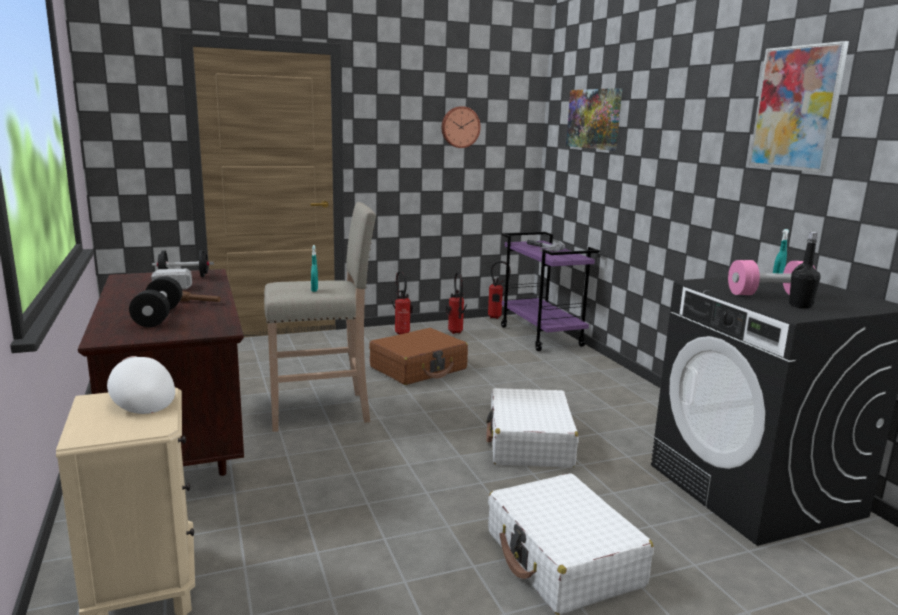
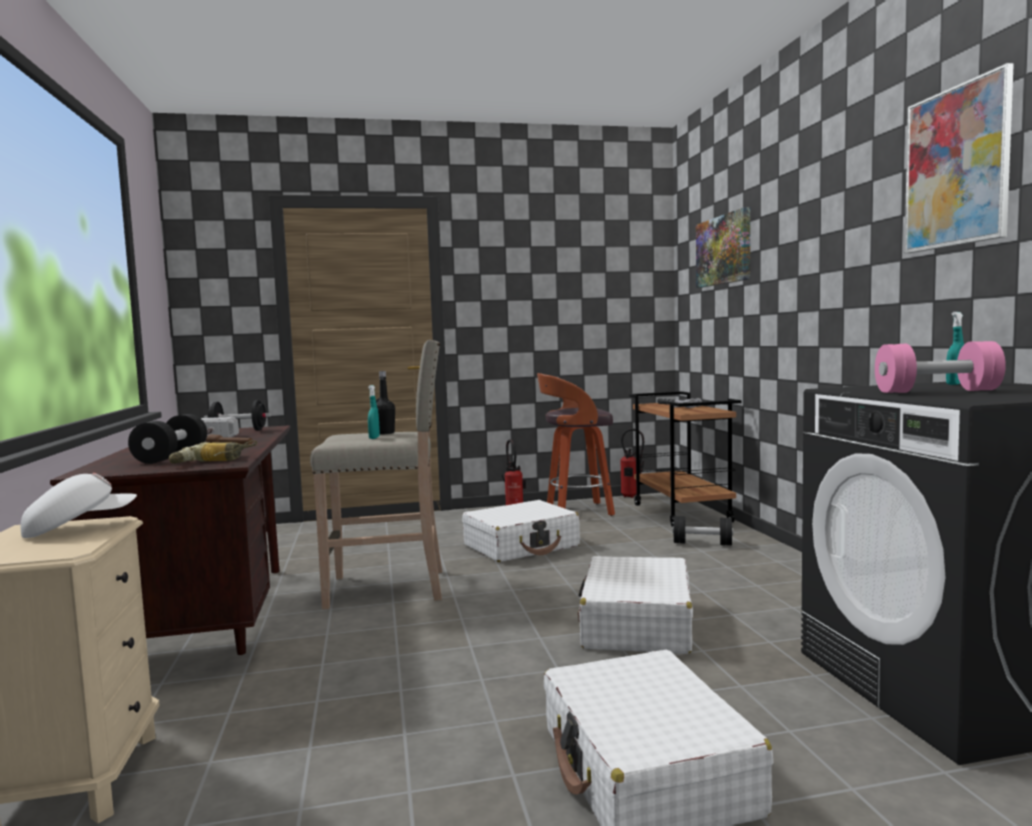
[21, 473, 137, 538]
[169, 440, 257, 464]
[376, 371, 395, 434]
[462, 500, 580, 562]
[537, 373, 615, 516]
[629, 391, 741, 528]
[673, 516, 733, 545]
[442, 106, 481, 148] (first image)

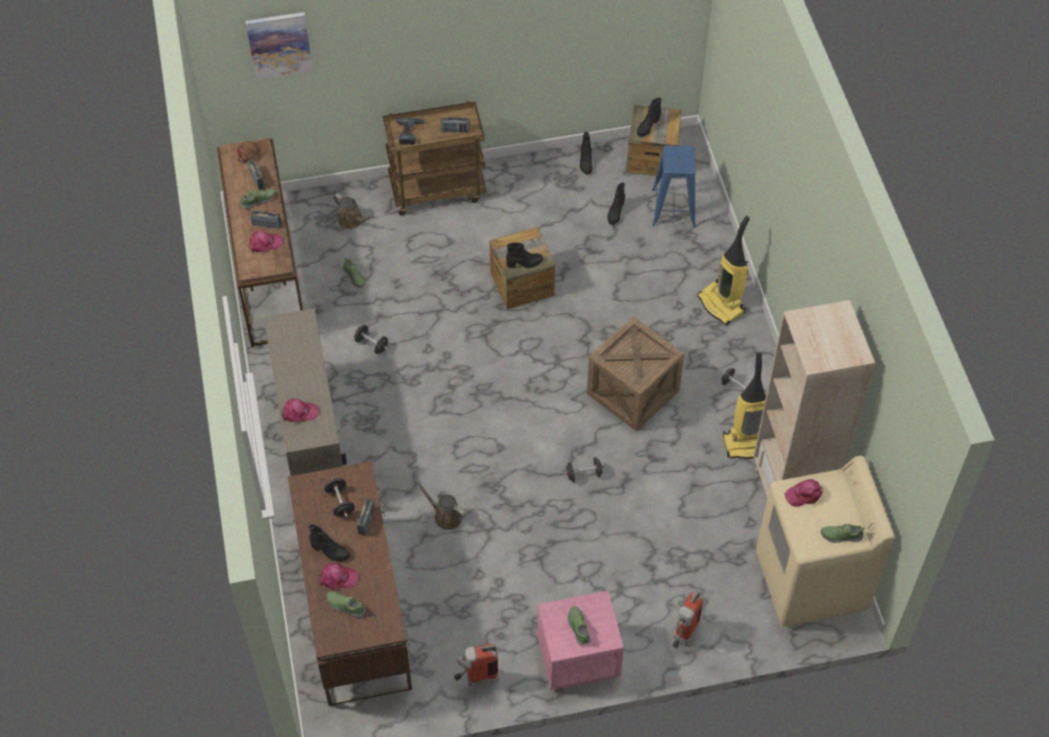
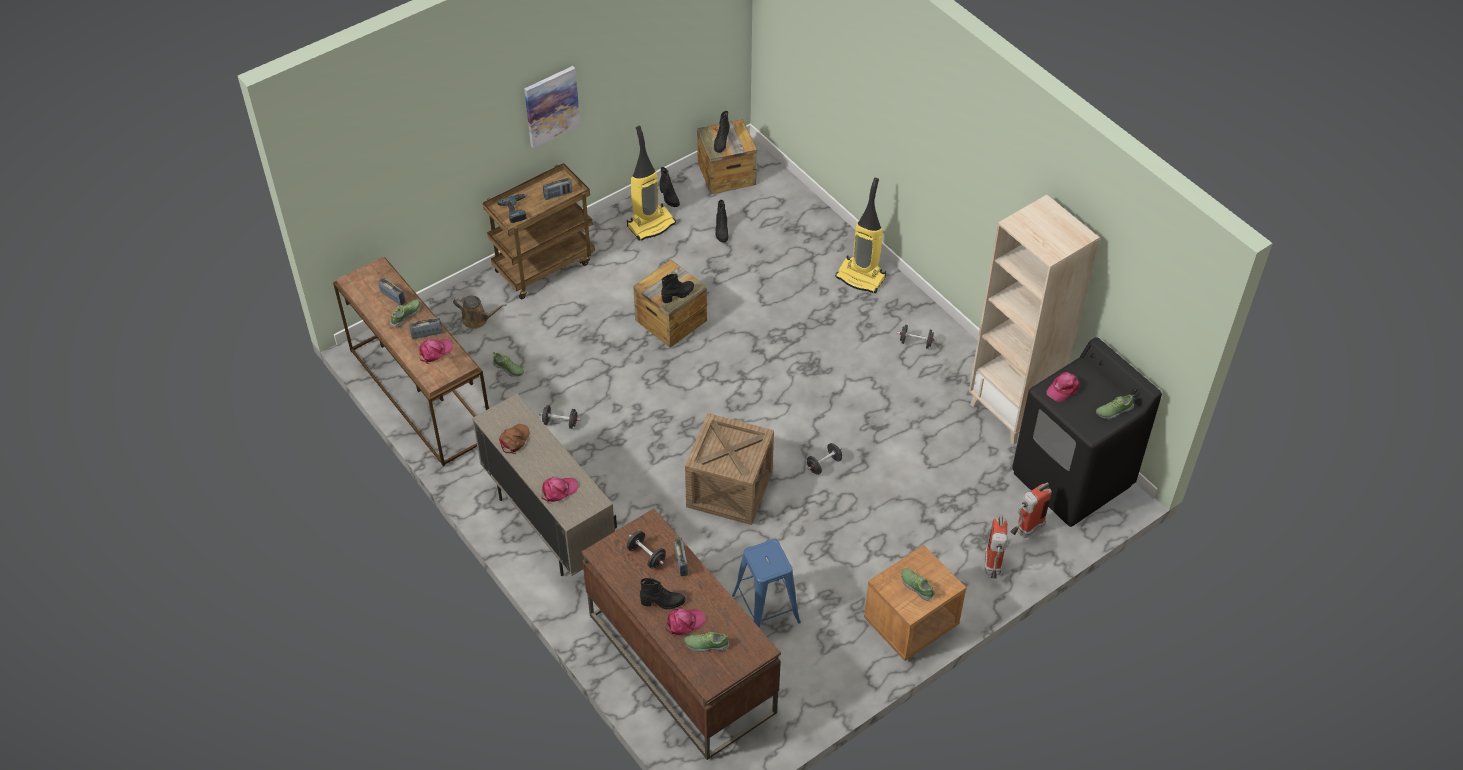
[499, 424, 530, 454]
[524, 66, 580, 148]
[627, 126, 676, 241]
[685, 413, 774, 525]
[732, 539, 801, 628]
[864, 545, 966, 661]
[1010, 483, 1052, 538]
[1012, 337, 1162, 527]
[414, 479, 466, 530] (first image)

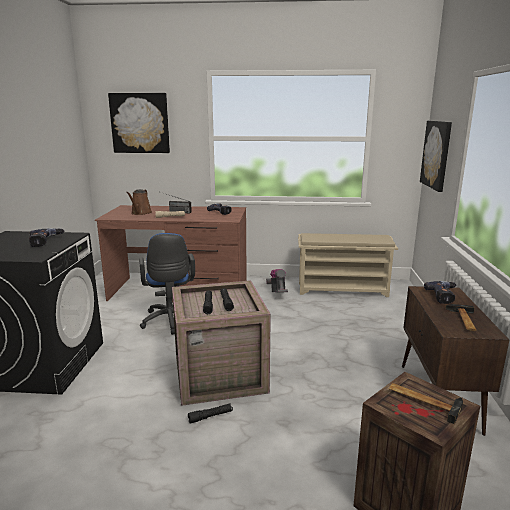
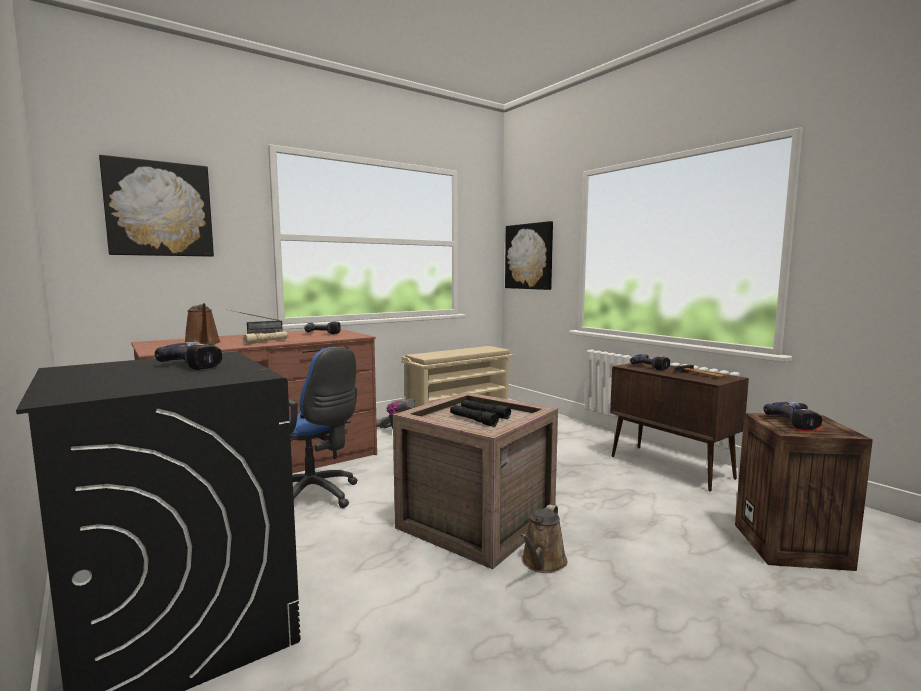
[521, 504, 567, 573]
[763, 402, 822, 430]

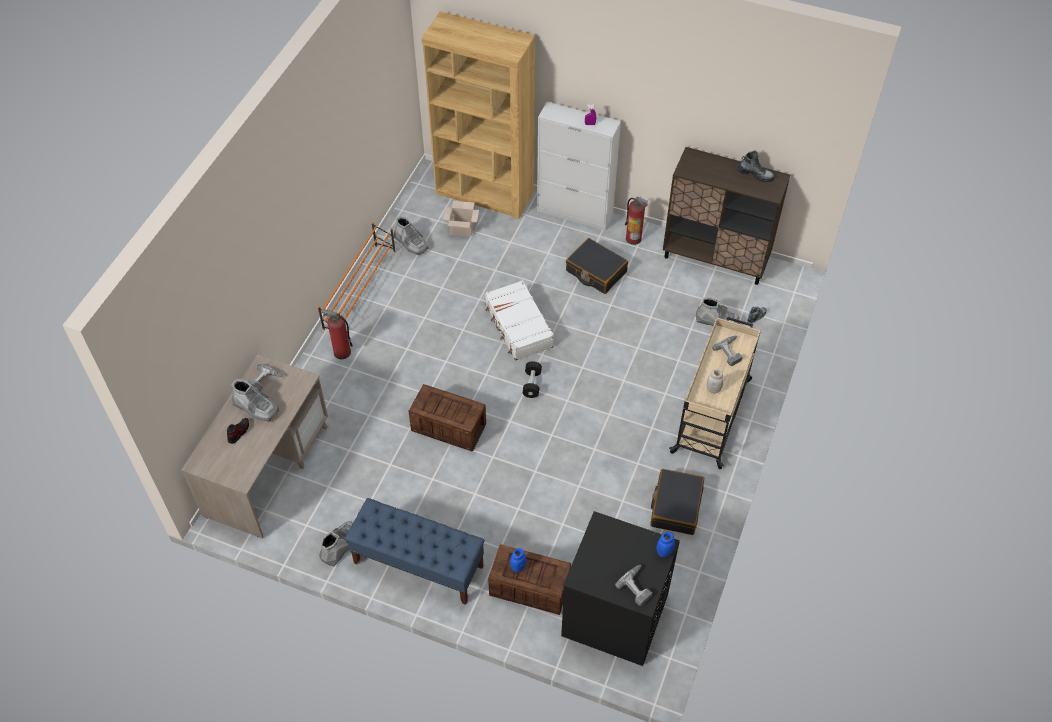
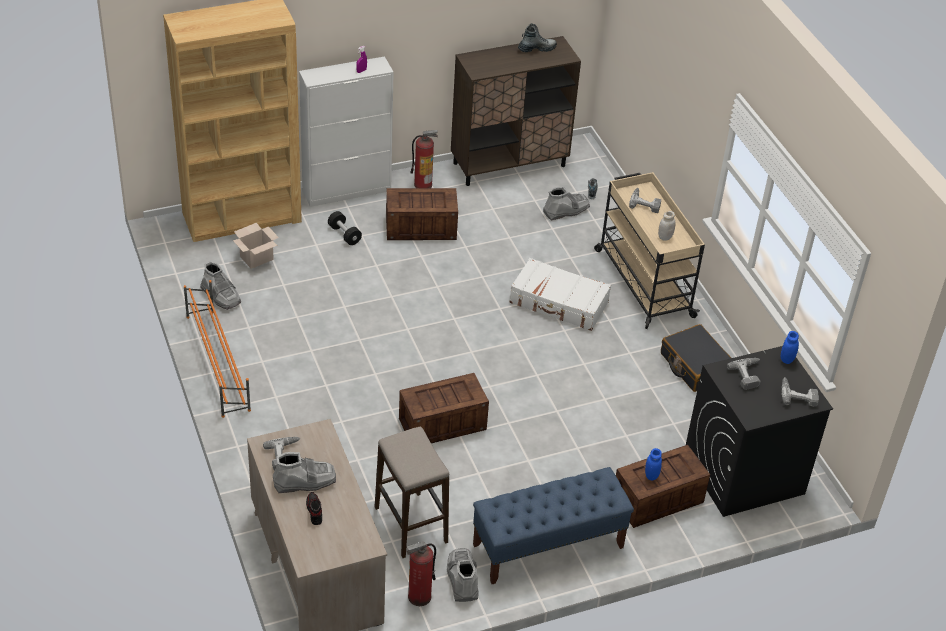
[200, 261, 241, 310]
[328, 211, 362, 245]
[374, 427, 449, 558]
[386, 188, 458, 240]
[407, 541, 436, 606]
[510, 258, 611, 331]
[727, 358, 760, 390]

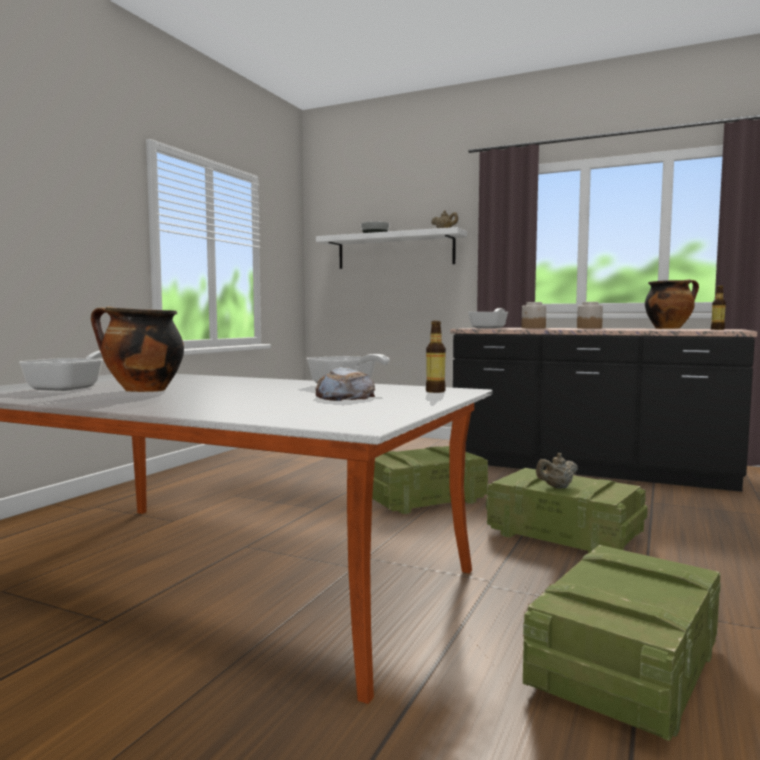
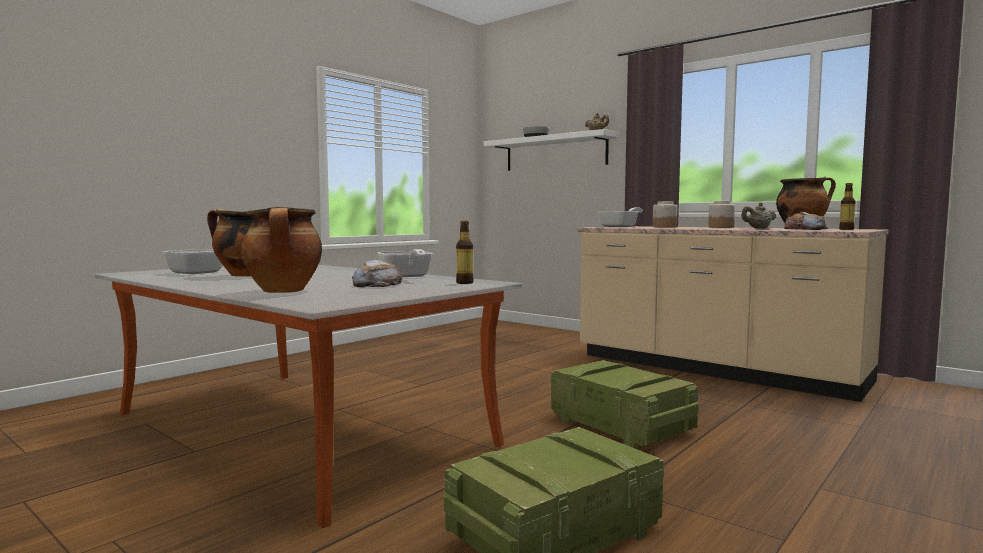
[242, 207, 322, 293]
[578, 226, 889, 402]
[741, 203, 776, 229]
[784, 211, 828, 230]
[372, 446, 488, 514] (first image)

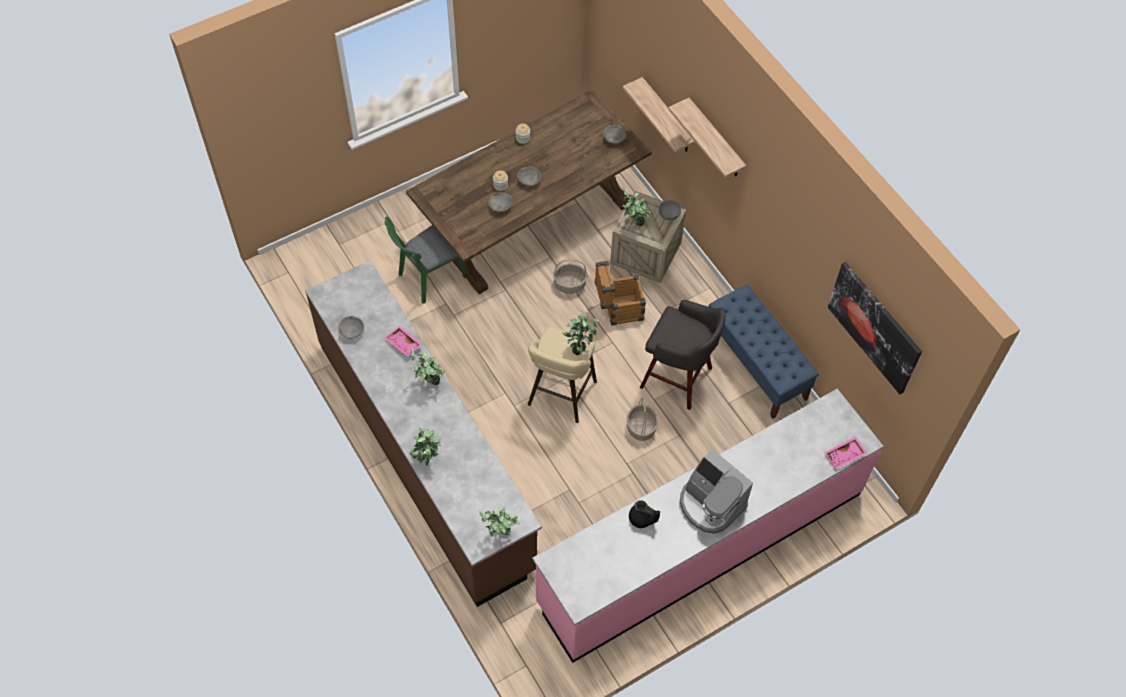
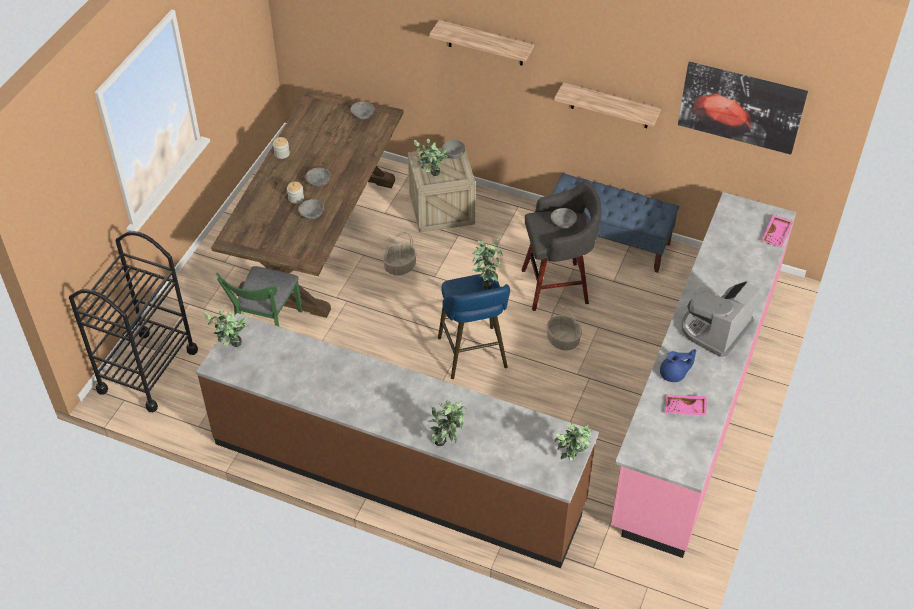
[69, 231, 198, 412]
[204, 308, 248, 347]
[438, 273, 510, 379]
[551, 208, 577, 228]
[554, 83, 661, 128]
[660, 349, 696, 382]
[665, 395, 707, 415]
[682, 281, 759, 357]
[595, 261, 646, 326] (first image)

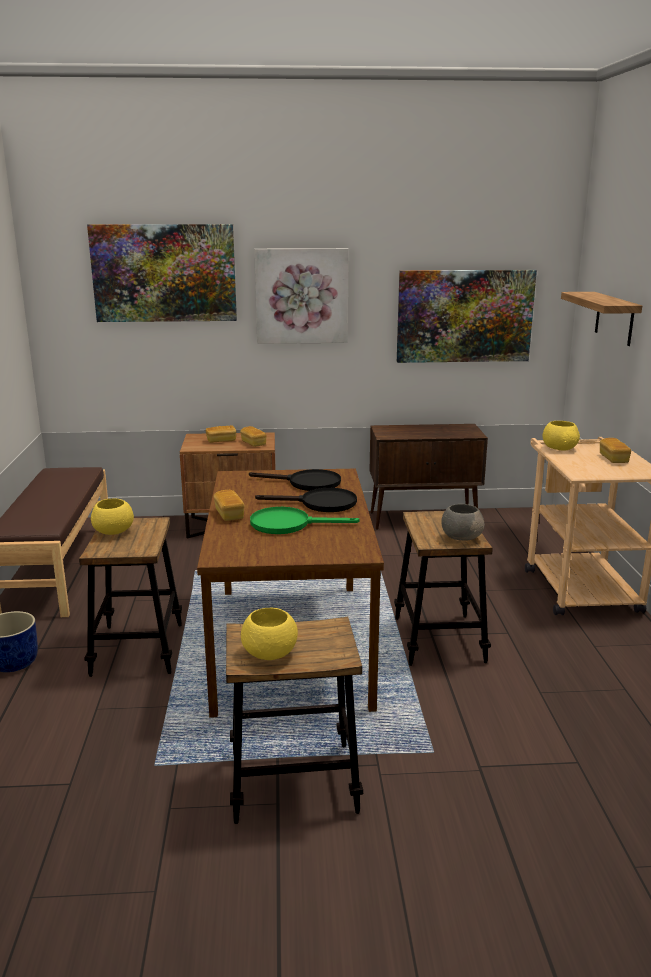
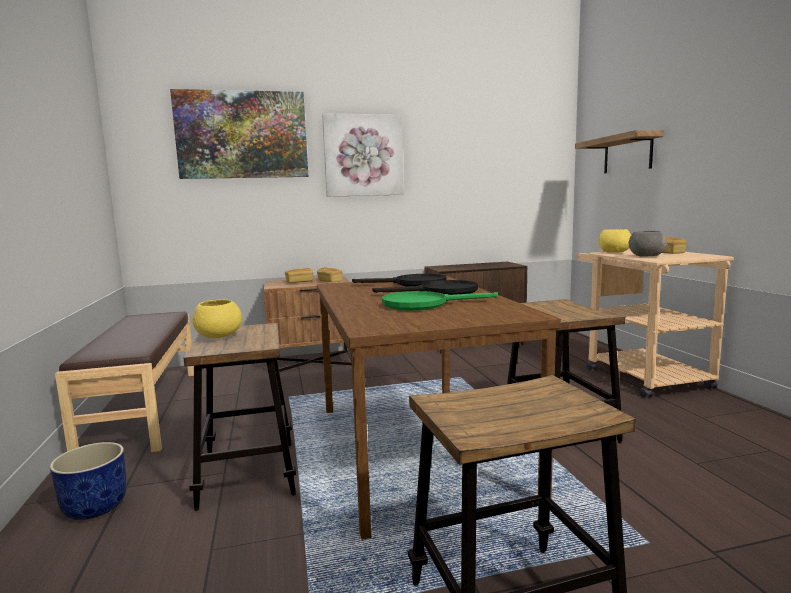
[629, 231, 667, 257]
[214, 490, 245, 521] (first image)
[241, 608, 298, 660] (first image)
[397, 270, 537, 363] (first image)

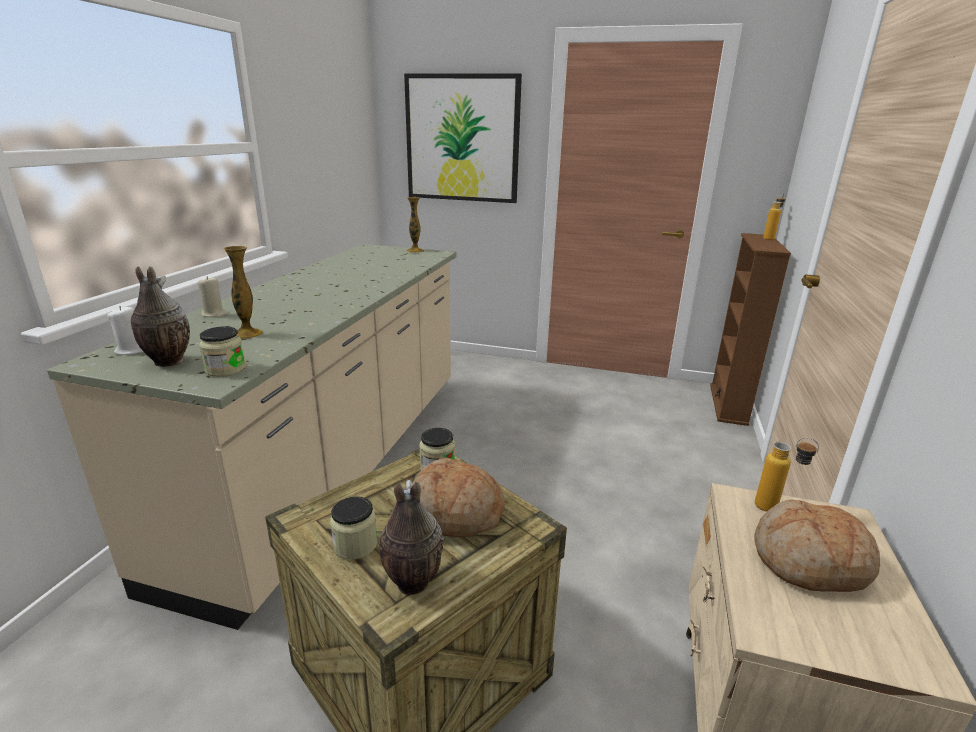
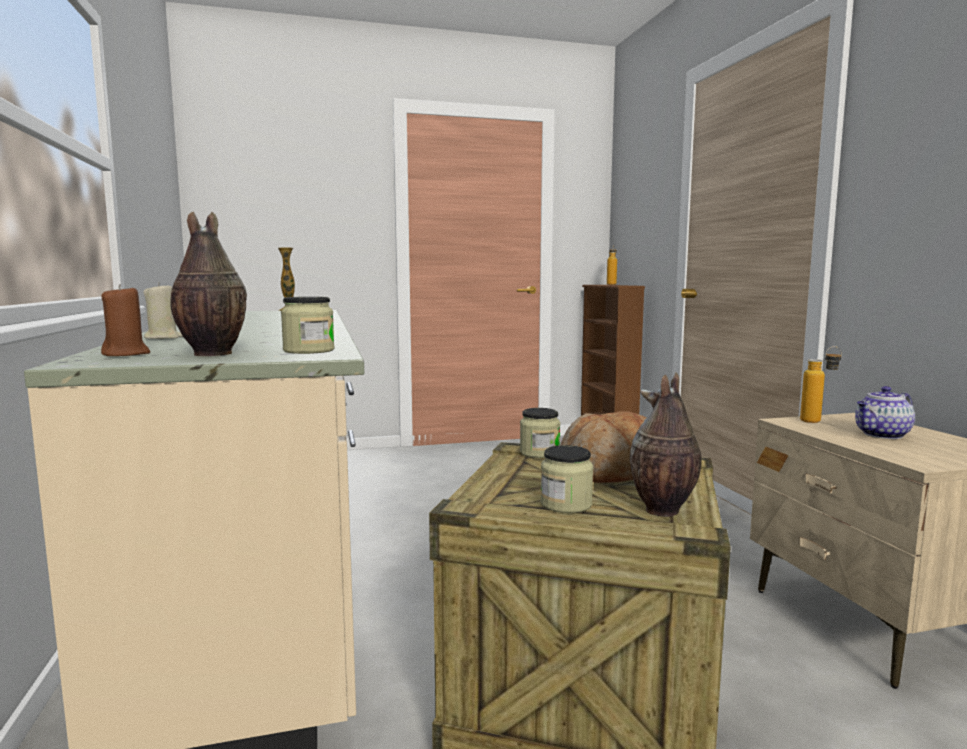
[101, 284, 150, 356]
[855, 386, 915, 439]
[224, 246, 263, 339] (first image)
[404, 73, 522, 203] (first image)

